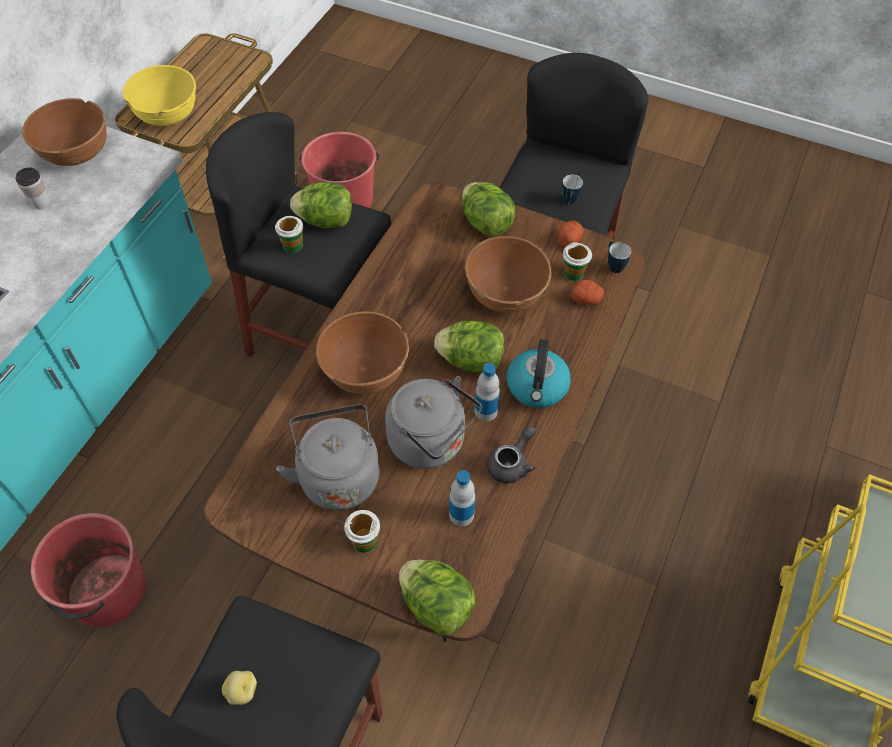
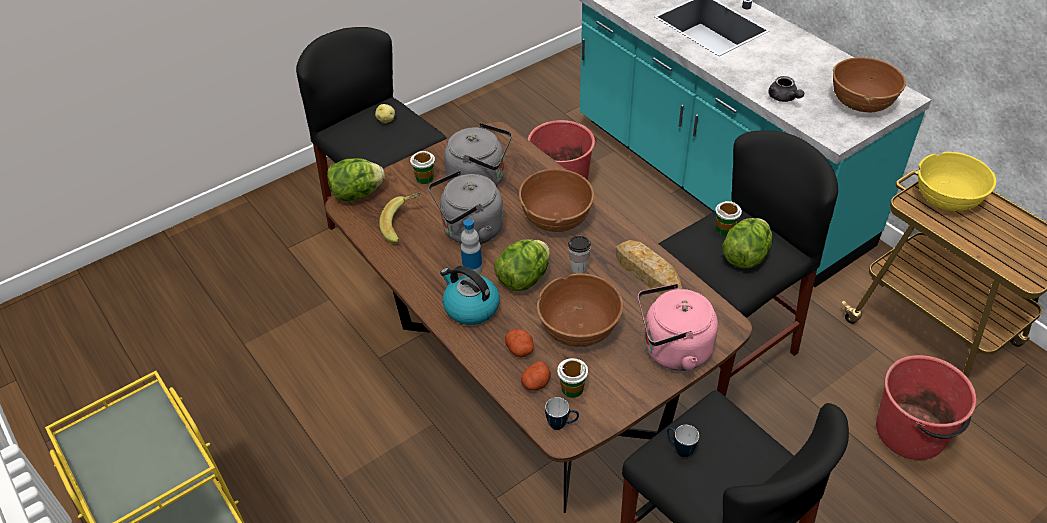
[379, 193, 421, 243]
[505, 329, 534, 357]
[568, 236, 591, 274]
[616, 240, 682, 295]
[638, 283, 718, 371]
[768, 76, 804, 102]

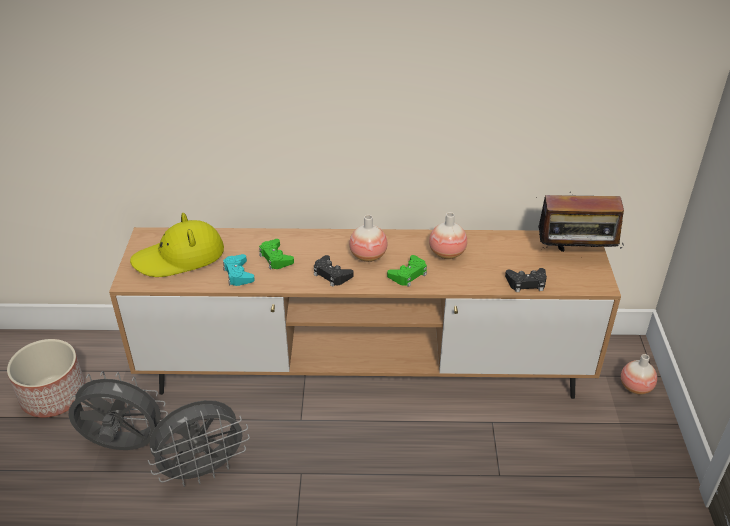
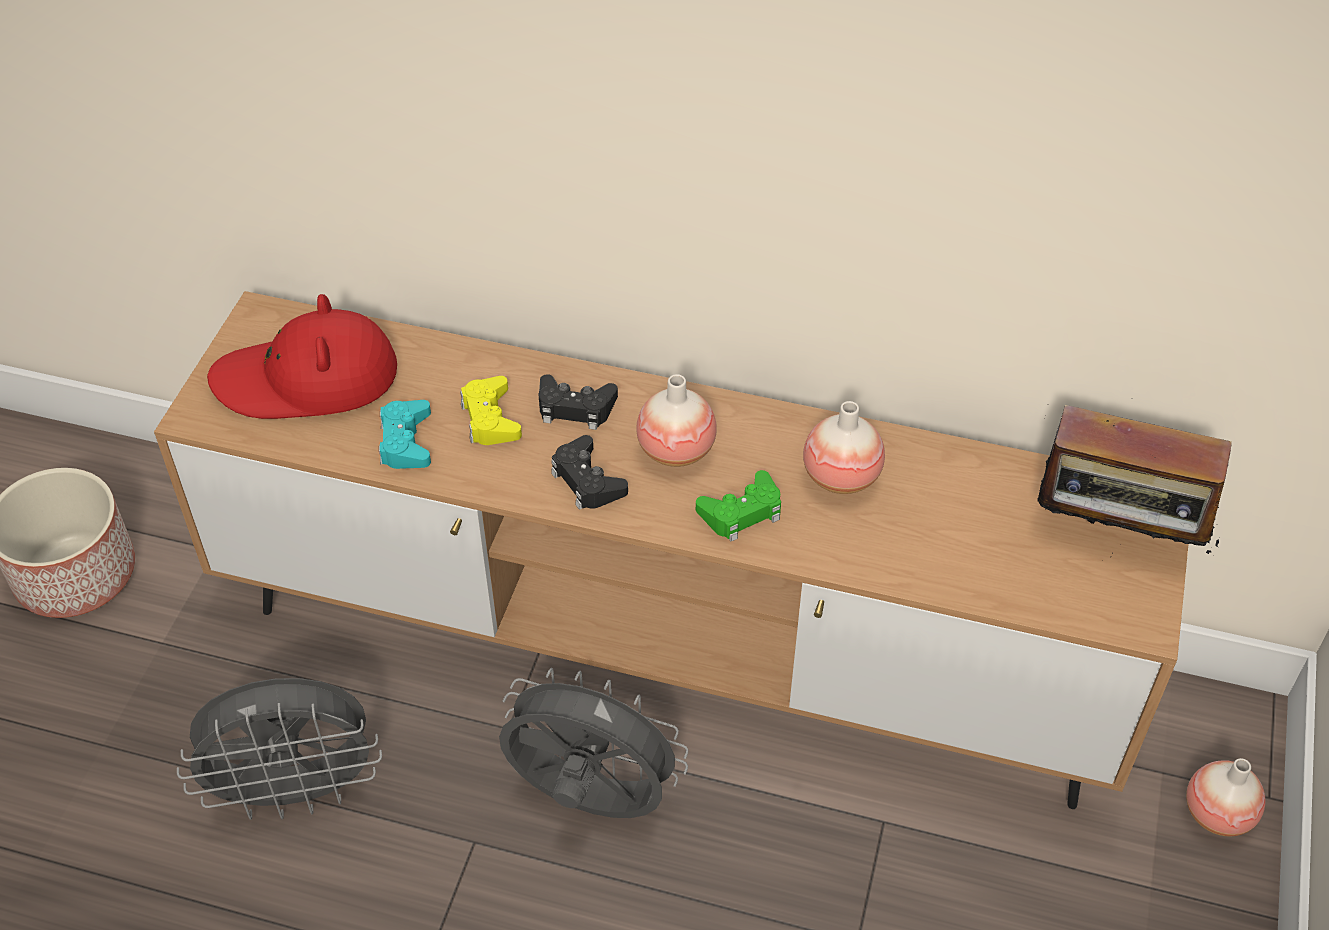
[207, 294, 397, 419]
[460, 376, 522, 445]
[499, 668, 688, 818]
[538, 374, 618, 430]

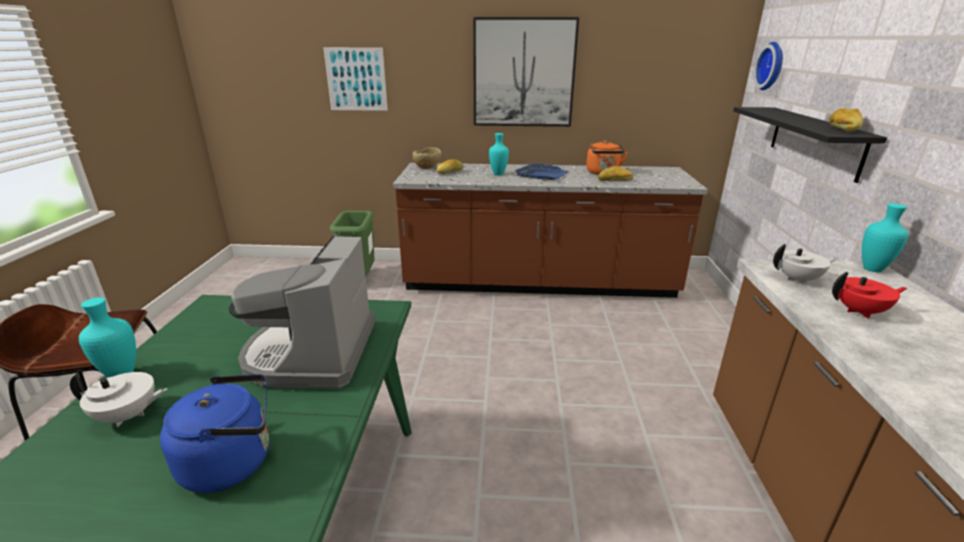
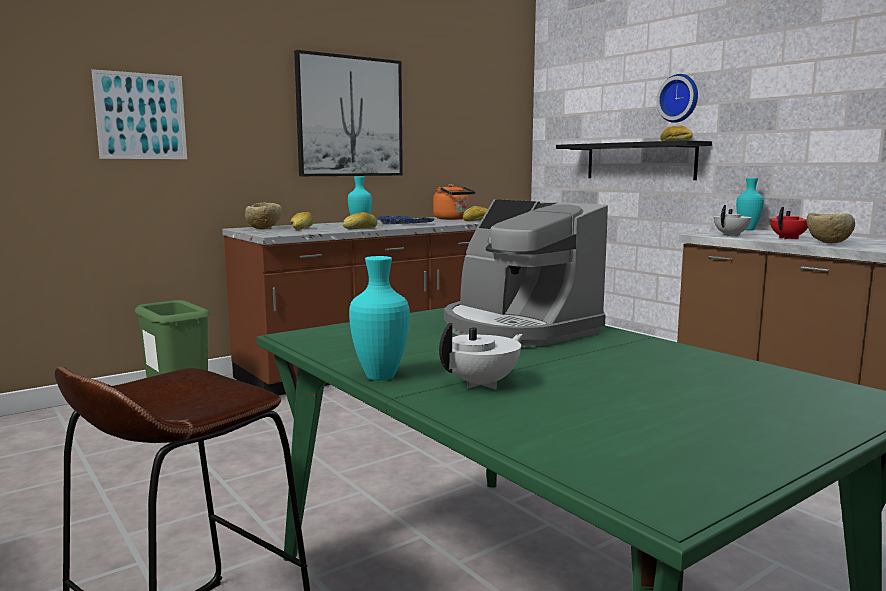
[343, 212, 377, 230]
[656, 74, 698, 123]
[807, 213, 855, 243]
[160, 374, 269, 493] (first image)

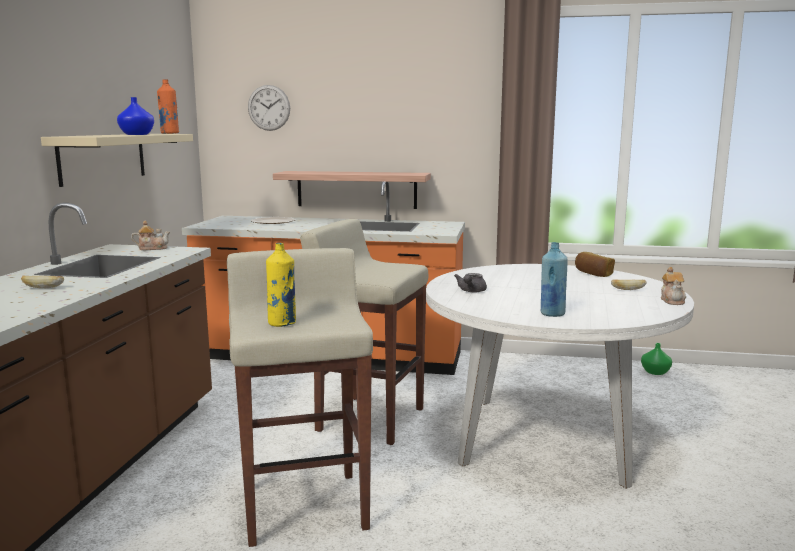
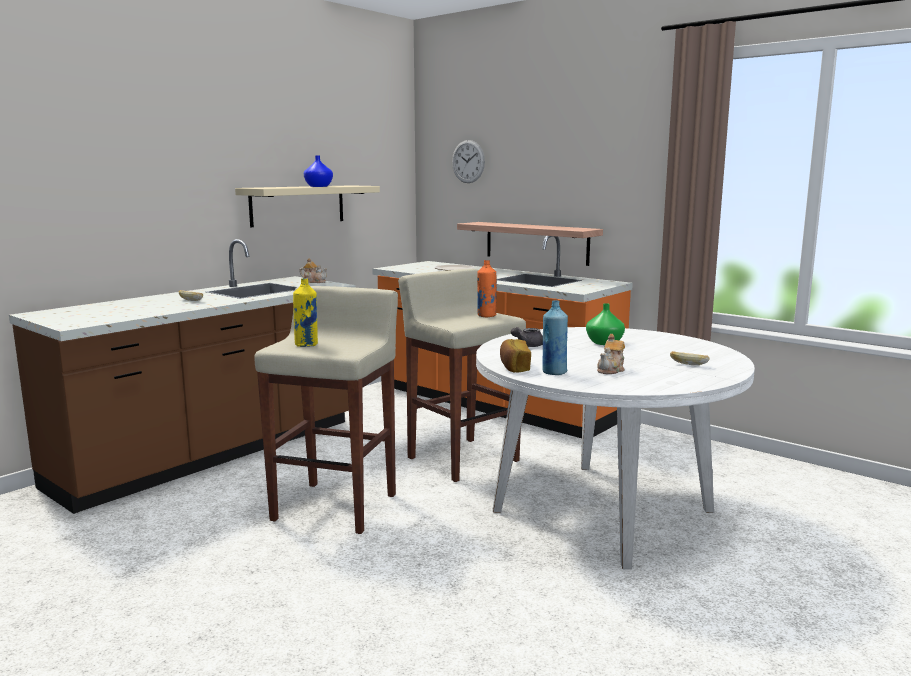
[477, 260, 497, 317]
[500, 339, 531, 372]
[586, 303, 625, 345]
[597, 334, 625, 374]

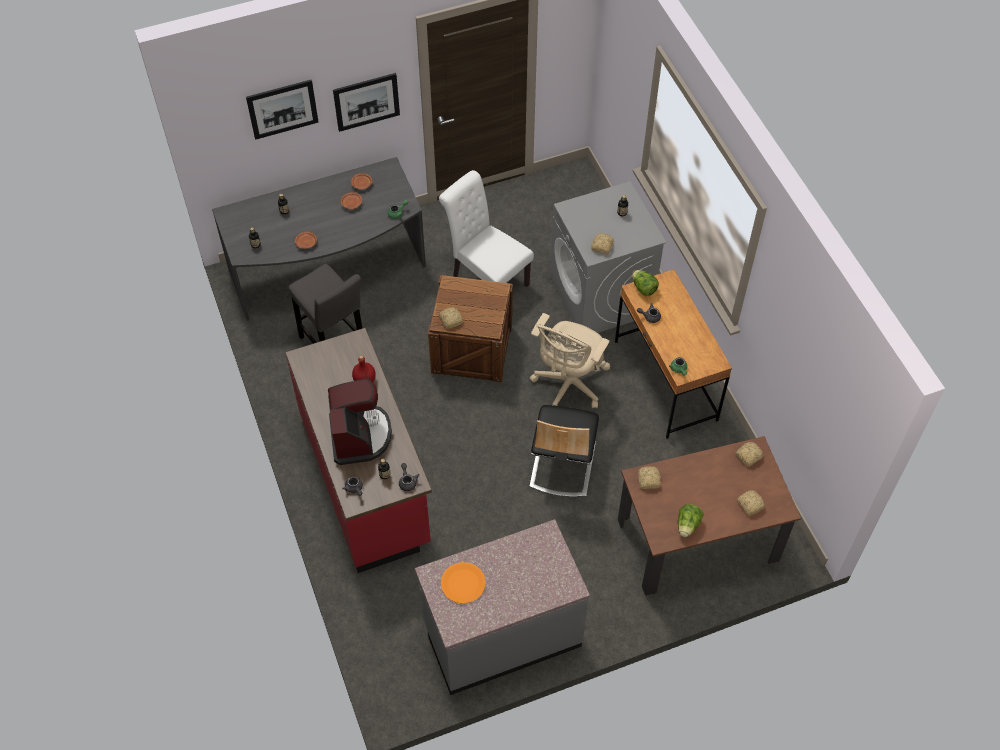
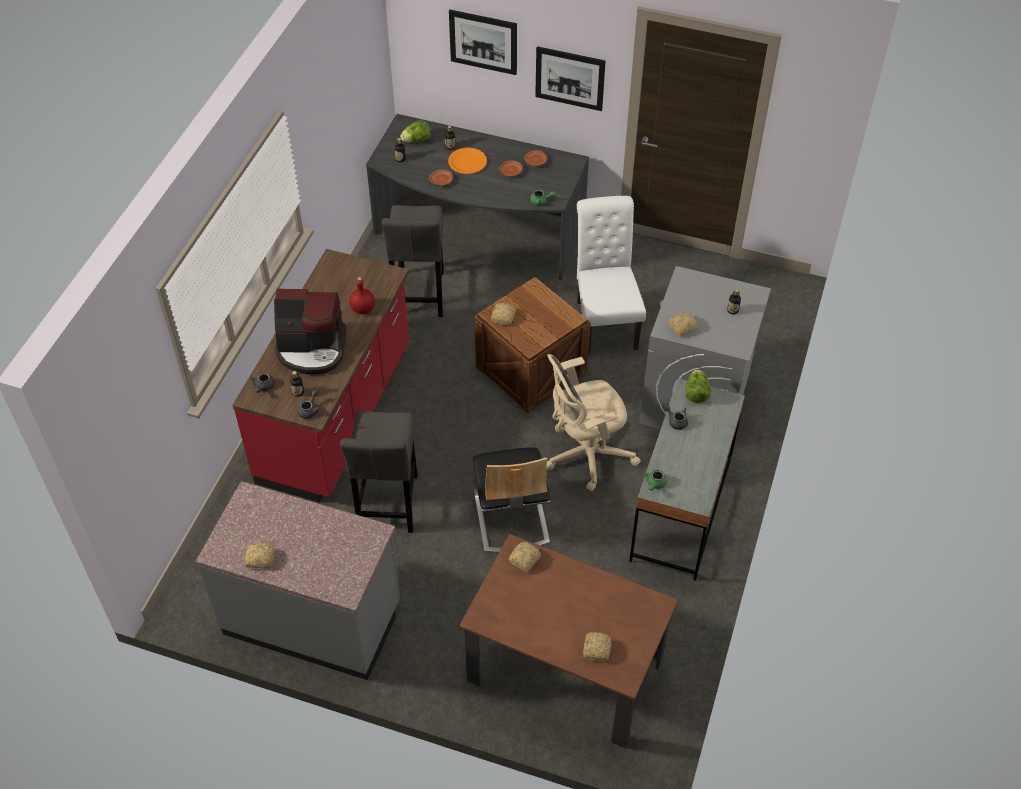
[245, 542, 275, 569]
[274, 289, 347, 374]
[340, 411, 418, 533]
[400, 120, 431, 143]
[448, 148, 487, 174]
[472, 447, 550, 553]
[629, 378, 745, 581]

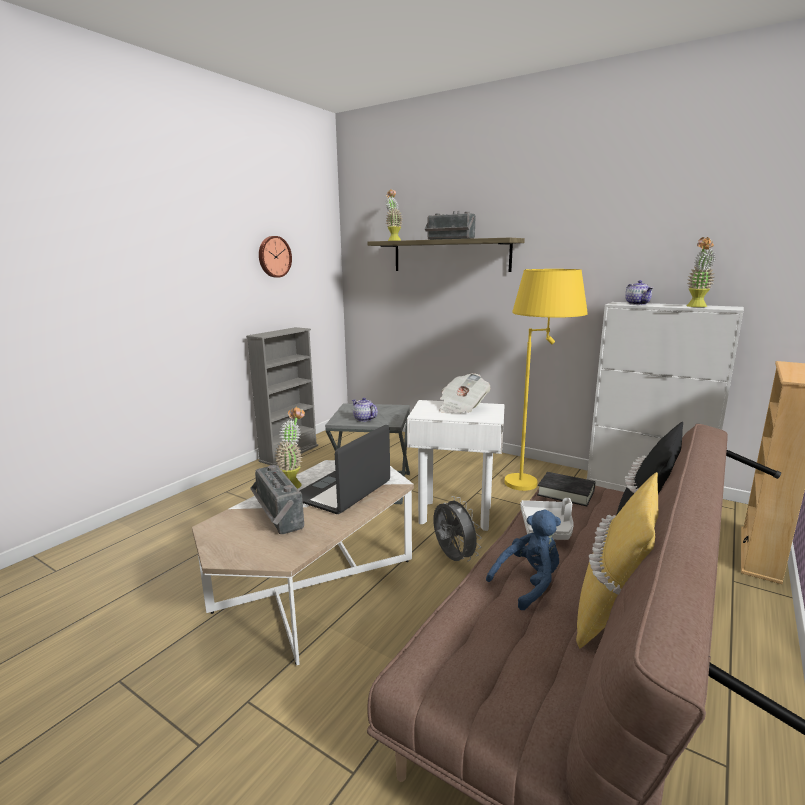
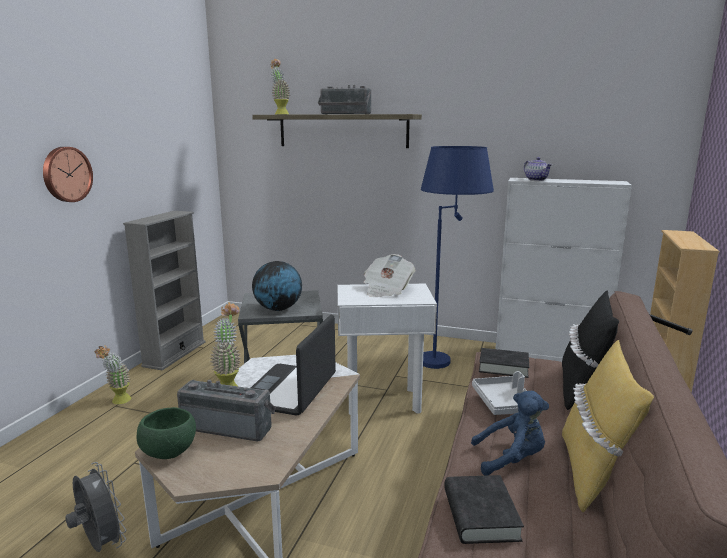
[43, 147, 93, 202]
[65, 462, 126, 552]
[95, 345, 131, 404]
[136, 407, 196, 459]
[177, 380, 276, 441]
[252, 261, 302, 311]
[421, 146, 494, 369]
[444, 475, 524, 544]
[471, 391, 549, 476]

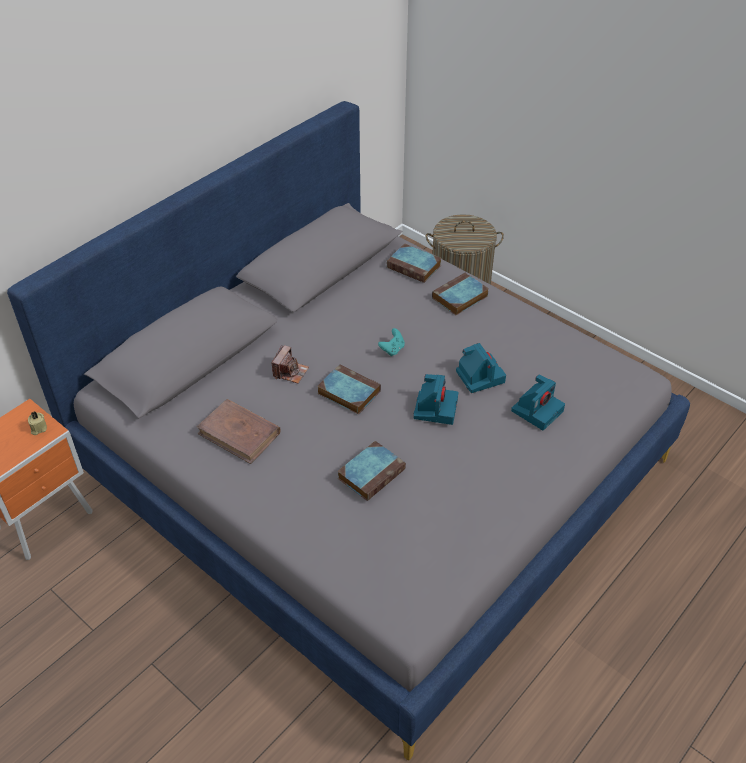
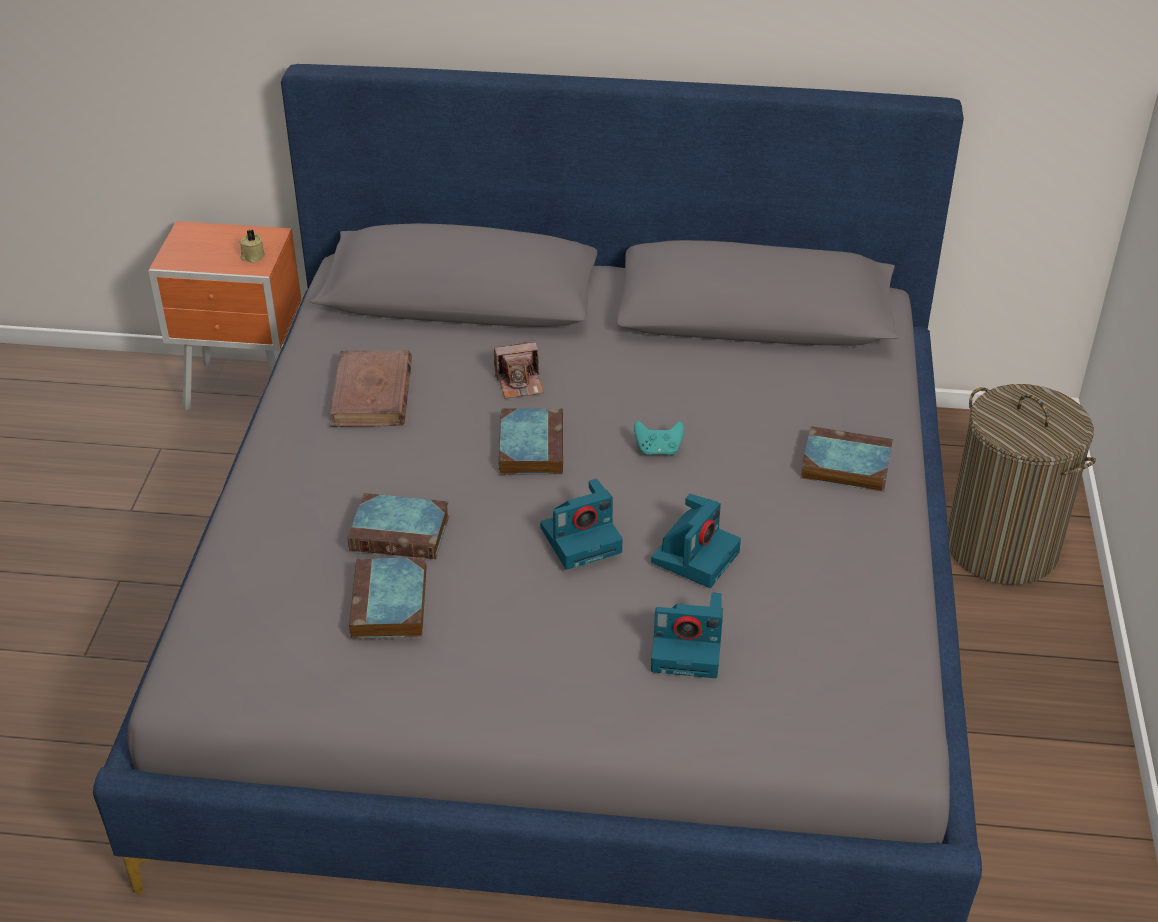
[349, 557, 427, 639]

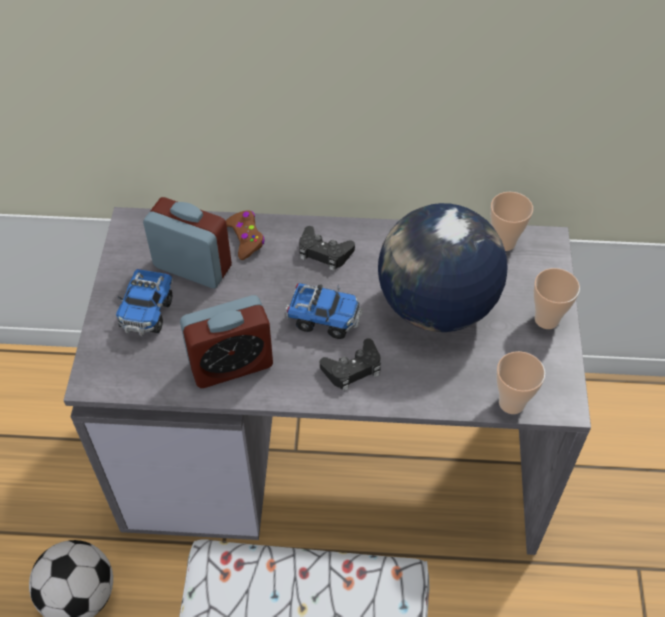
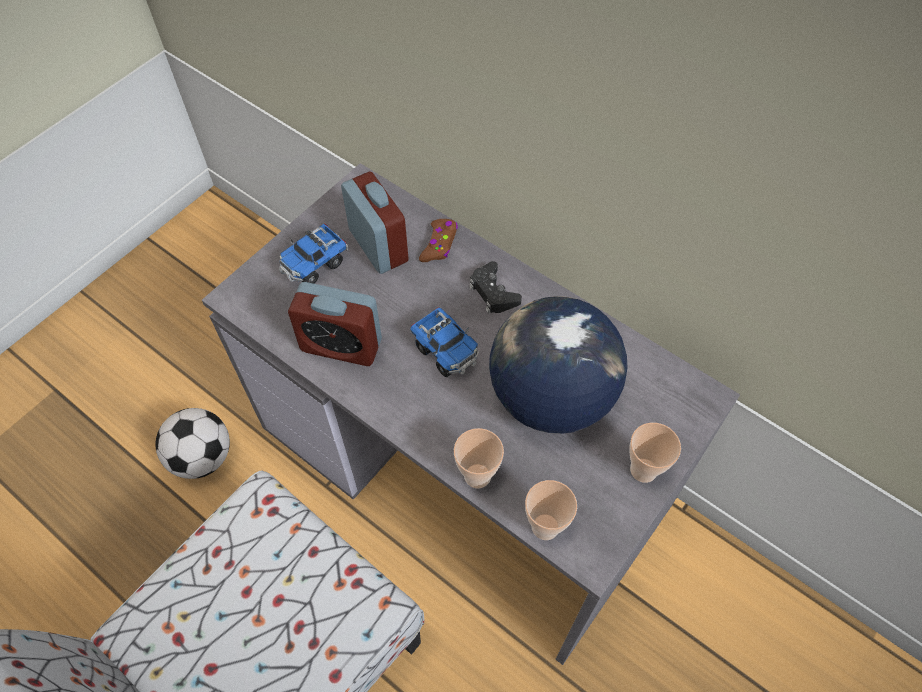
[454, 428, 504, 489]
[320, 338, 381, 391] (first image)

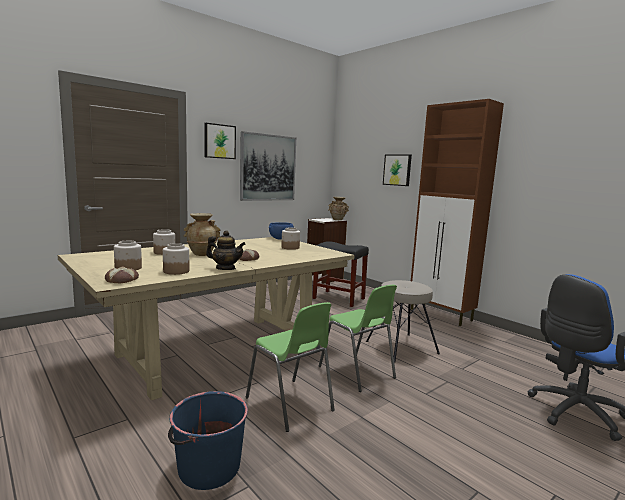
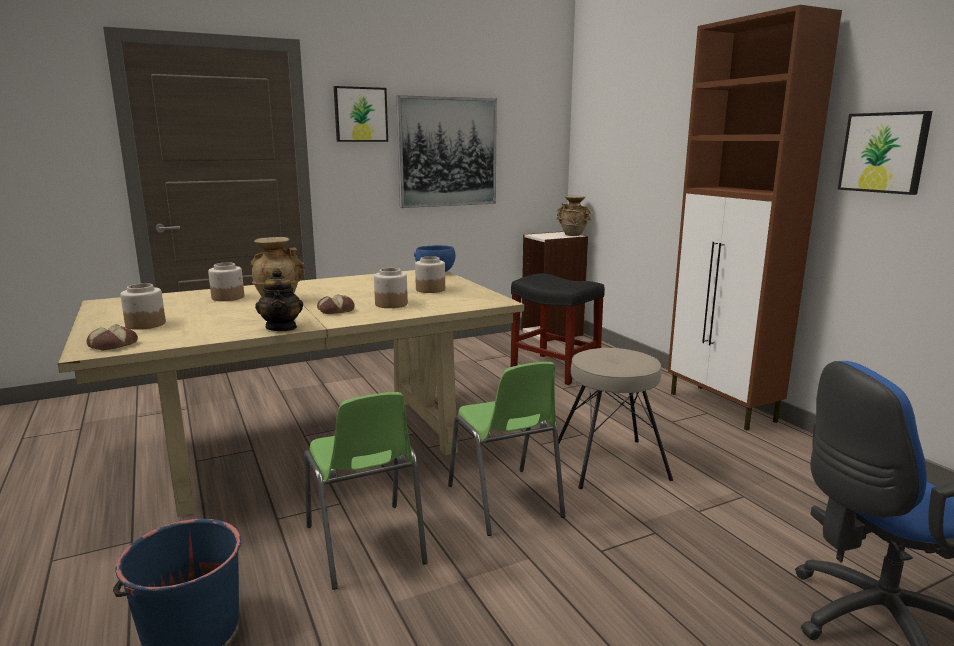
[255, 268, 303, 331]
[374, 268, 408, 308]
[838, 111, 932, 195]

